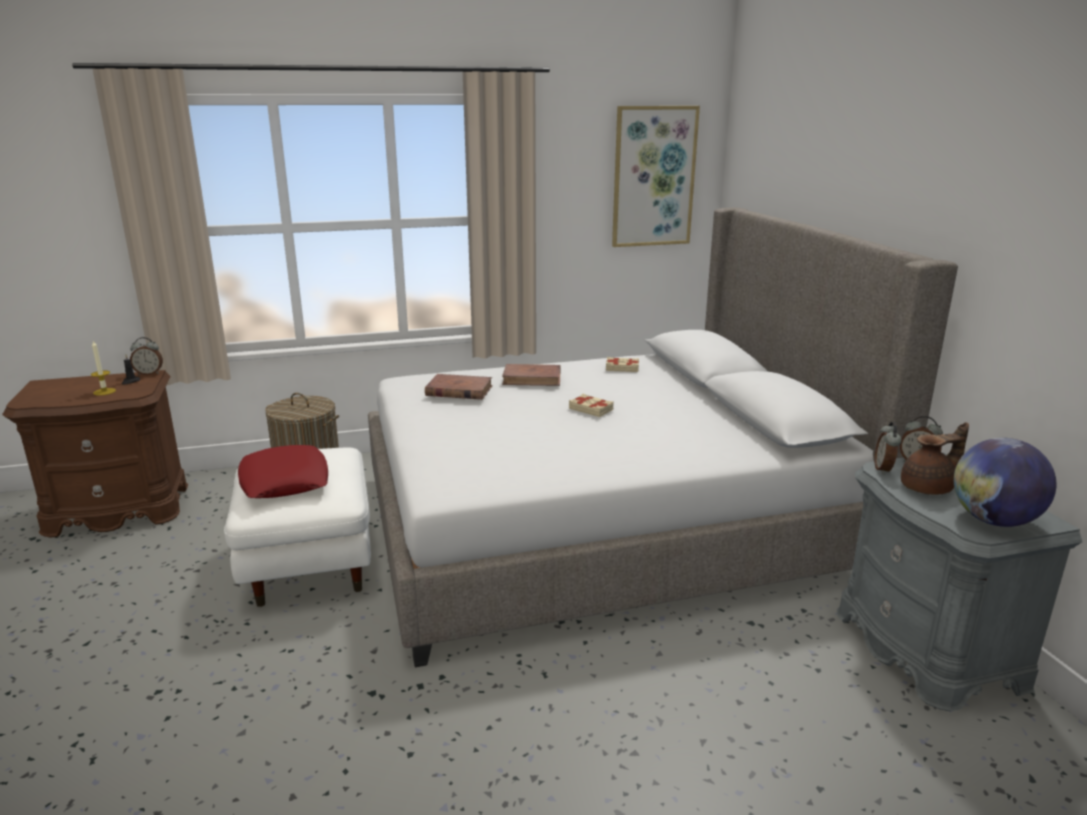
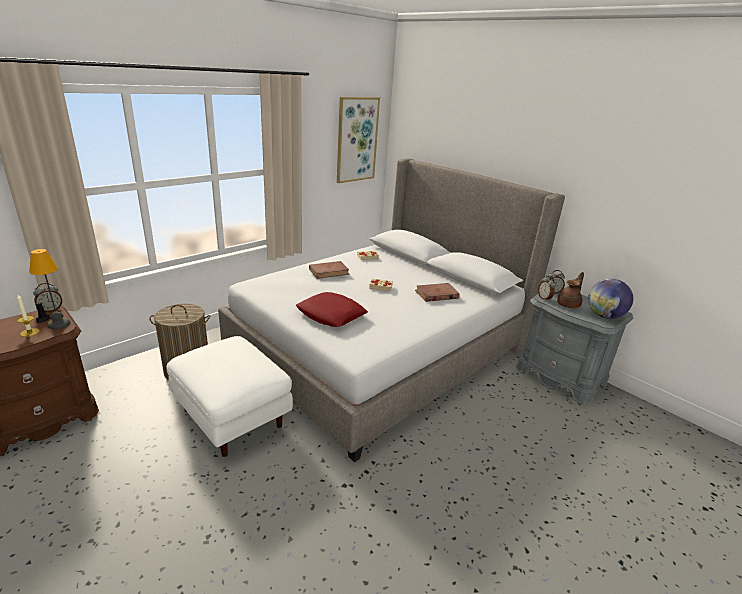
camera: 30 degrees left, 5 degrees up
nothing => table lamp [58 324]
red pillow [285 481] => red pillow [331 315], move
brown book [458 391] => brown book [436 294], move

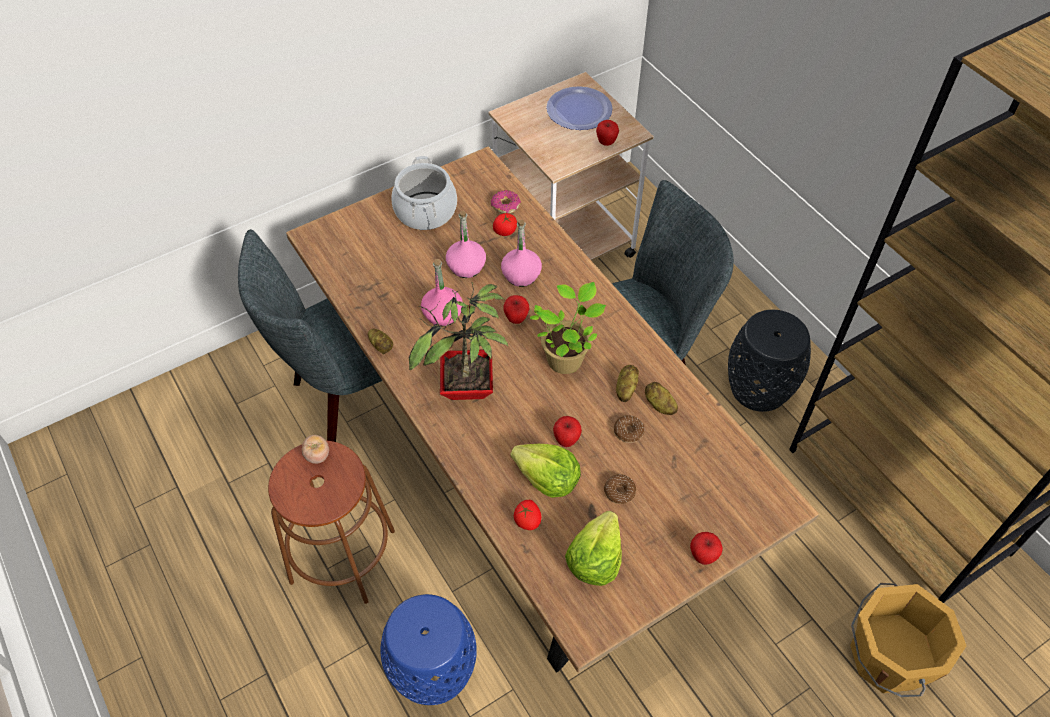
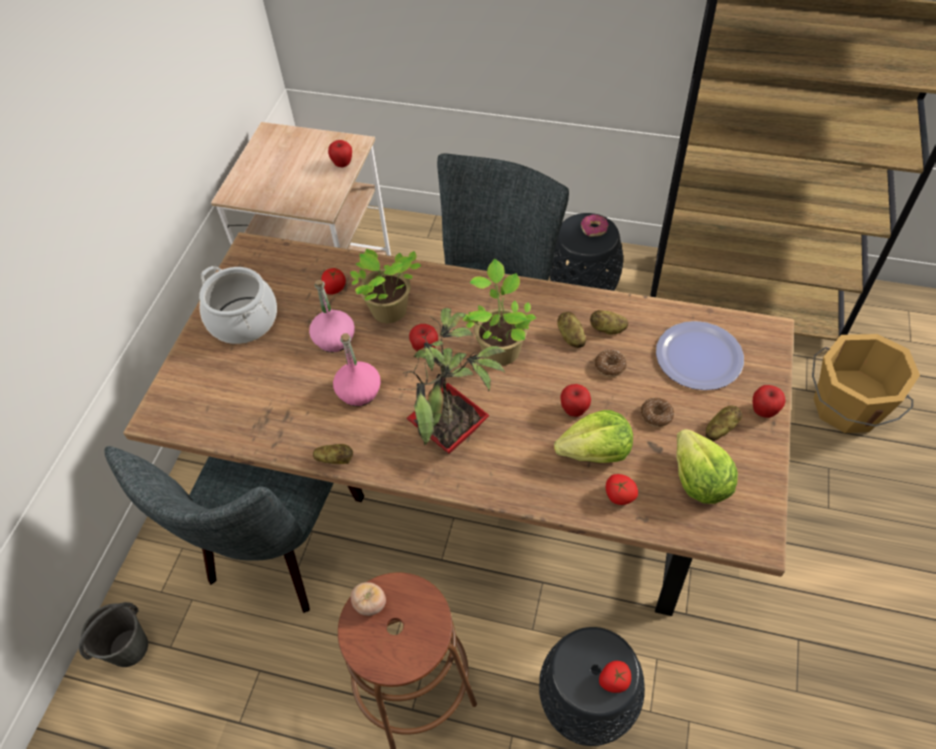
camera: 40 degrees left, 0 degrees up
nothing => grey bucket [129 647]
pink bottle [521 275] => potted plant [389 312]
blue stool [433 671] => black stool [586 705]
donut [505 206] => donut [594 229], move
nothing => tomato [613 681]
plate [579 110] => plate [699 357], move
nothing => potato [720 429]

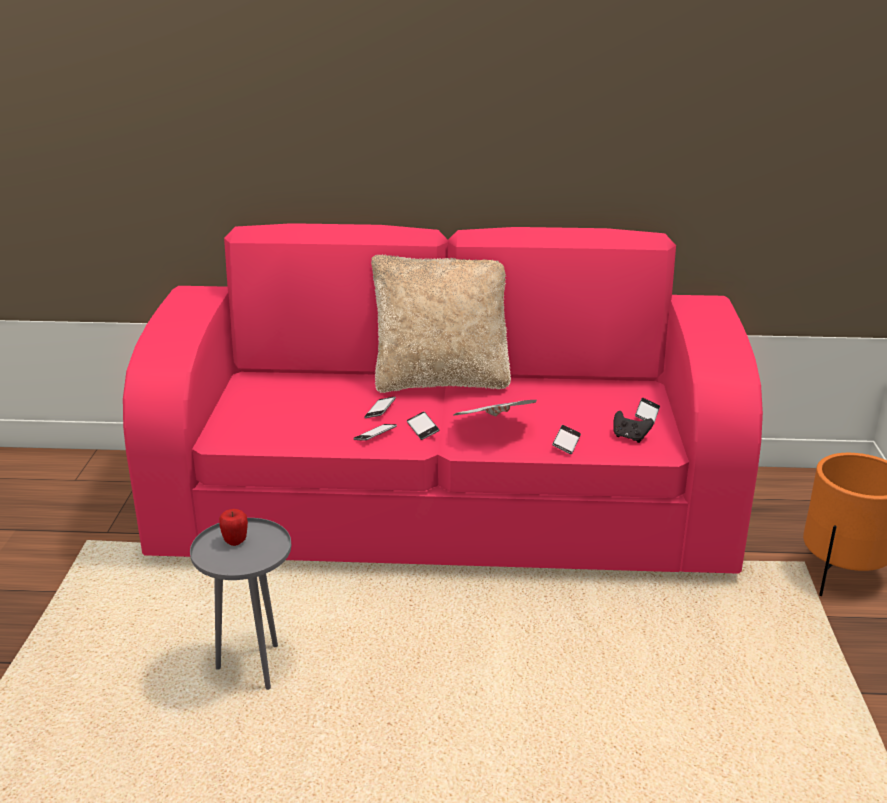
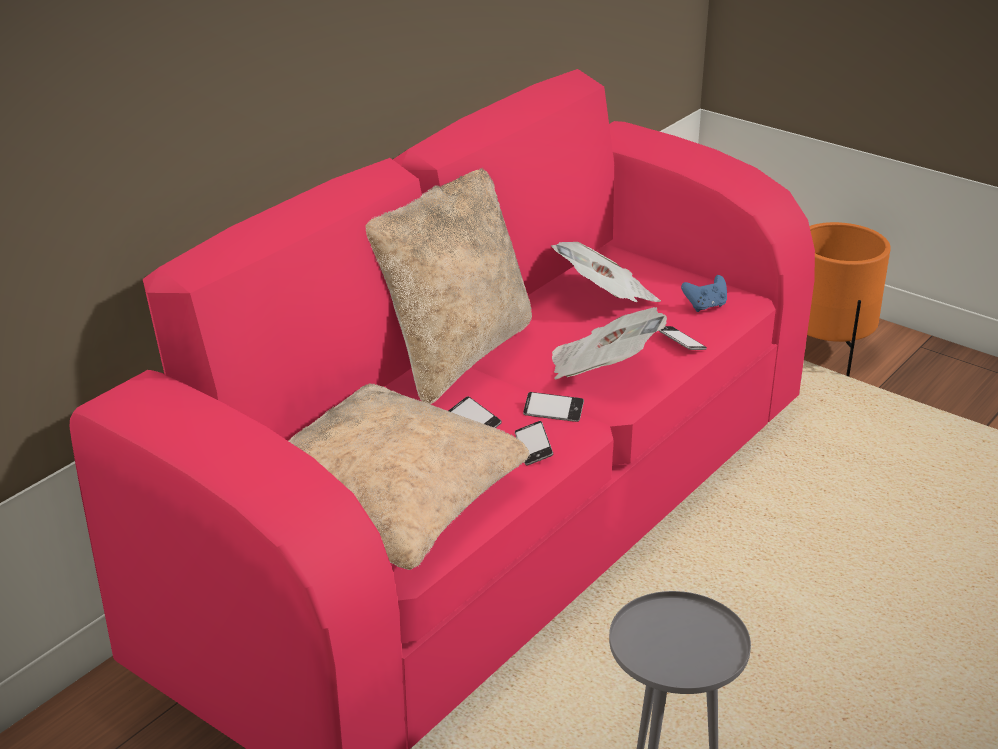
camera: 55 degrees left, 5 degrees up
nothing => beige pillow [388 497]
nothing => newspaper [605 298]
black game controller [630 437] => blue game controller [705 306]
apple [235 541] => nothing
phone [647 414] => nothing

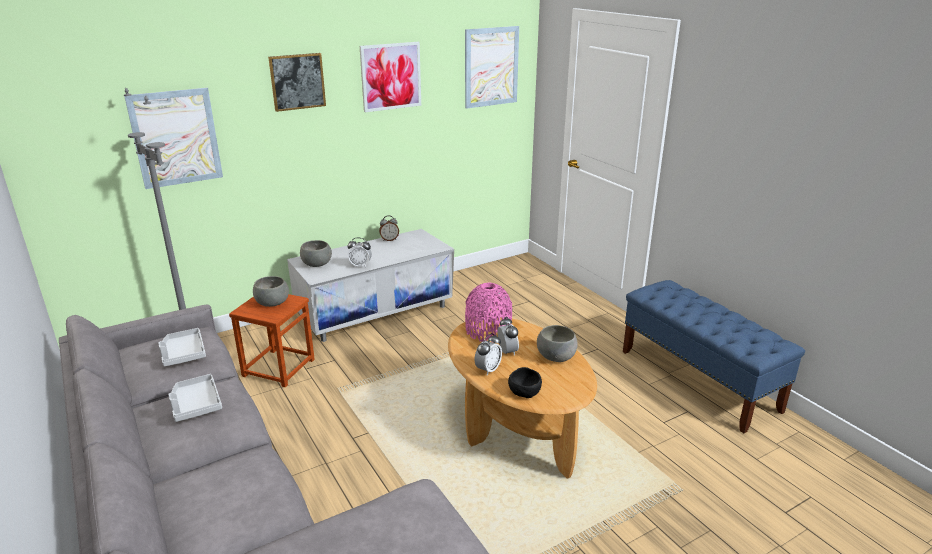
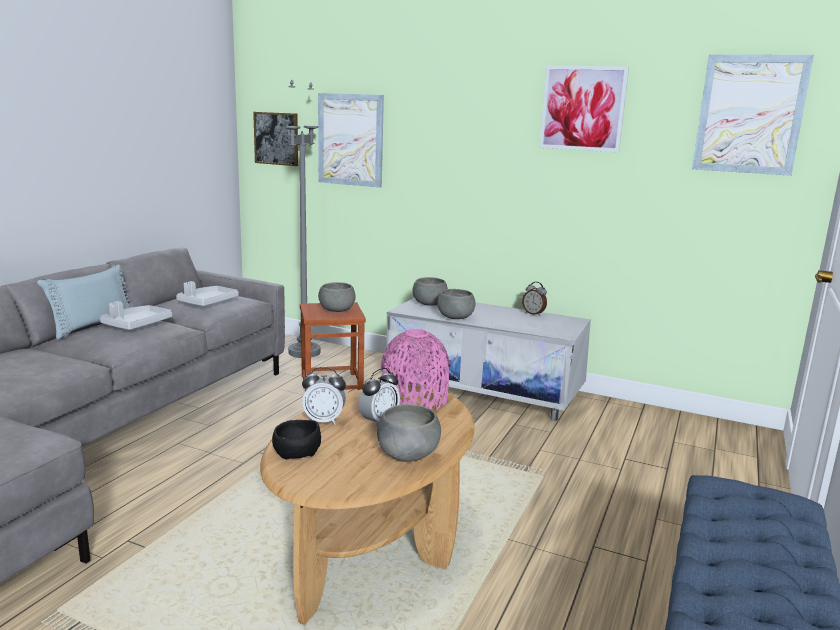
camera: 55 degrees right, 10 degrees down
nothing => blue pillow [92 326]
picture [297 81] => picture [276 138], move
alarm clock [360 266] => grey bowl [456 317]

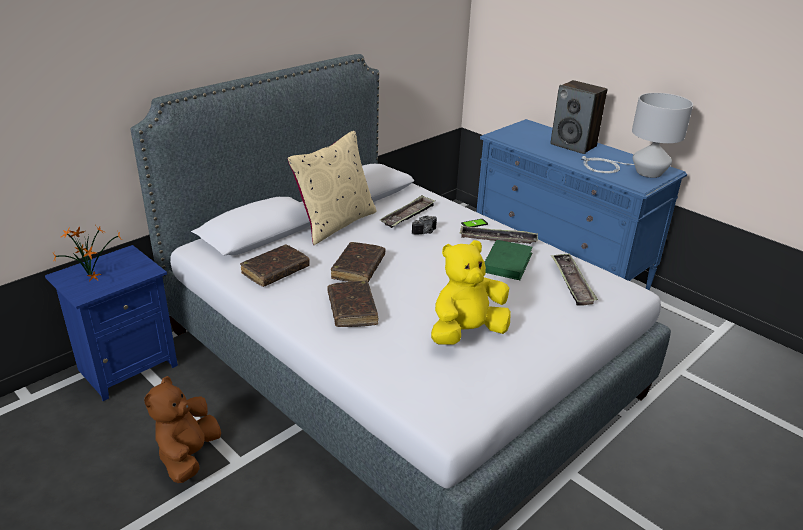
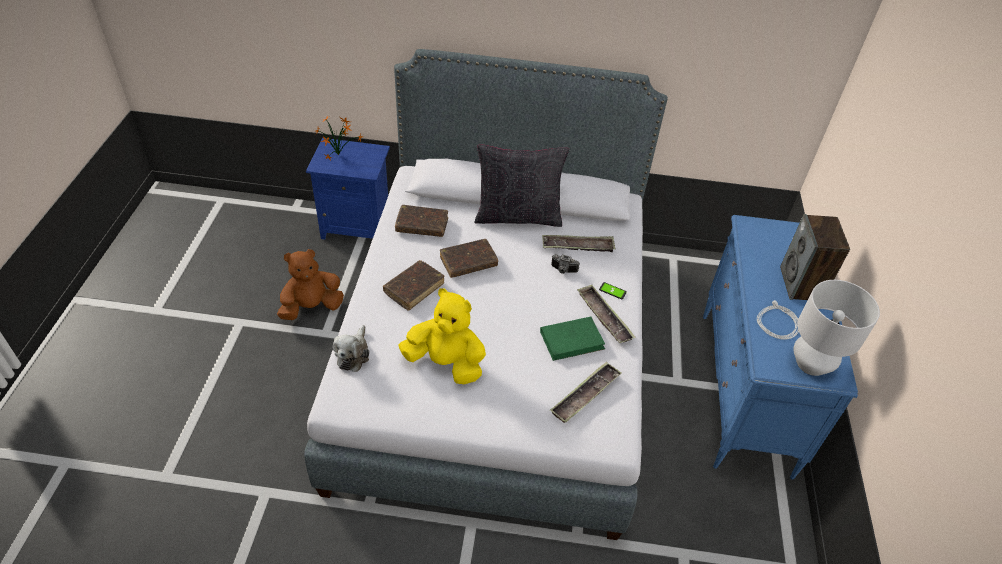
camera: 50 degrees right, 15 degrees up
nothing => plush toy [353 354]
beige pillow [335 223] => black pillow [518 216]

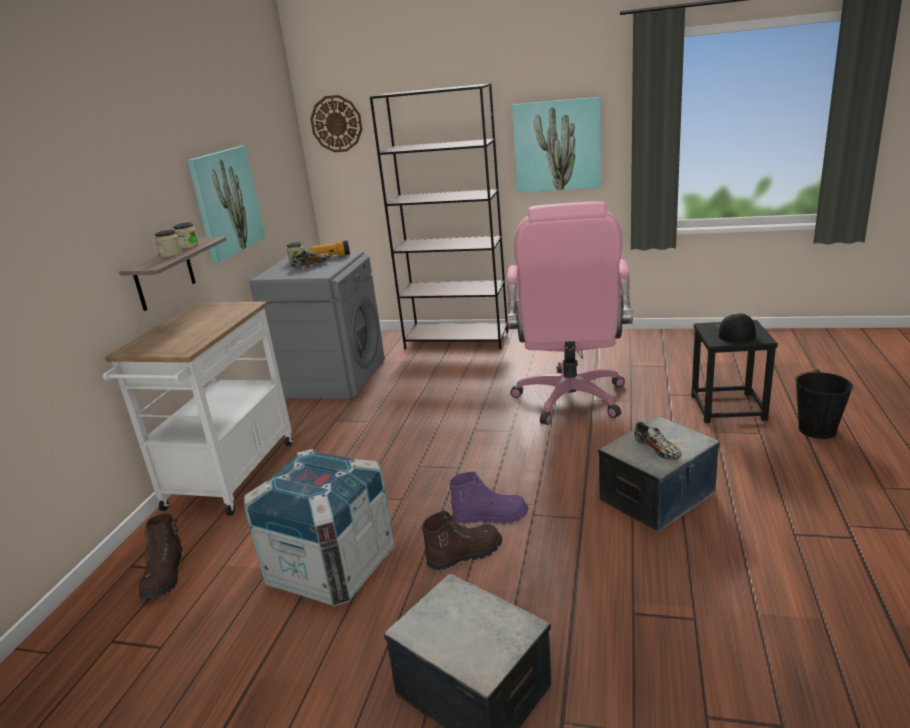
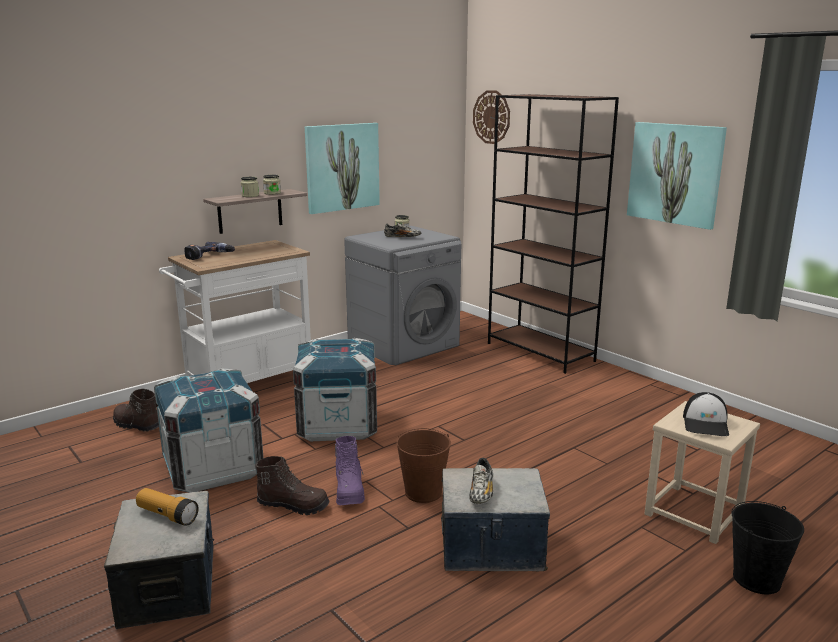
camera: 35 degrees right, 5 degrees down
brown boot [165 575] => brown boot [136 425], 90 degrees clockwise
flashlight [332 256] => flashlight [167 515], move
nothing => power drill [209 257]
nothing => crate [338 425]
purple boot [490 516] => purple boot [349 491], 45 degrees clockwise
nothing => brown bucket [423 492]
black stool [727 408] => beige stool [693 513]
cap [734 332] => cap [706 424], 150 degrees clockwise
pink office chair [570 400] => nothing

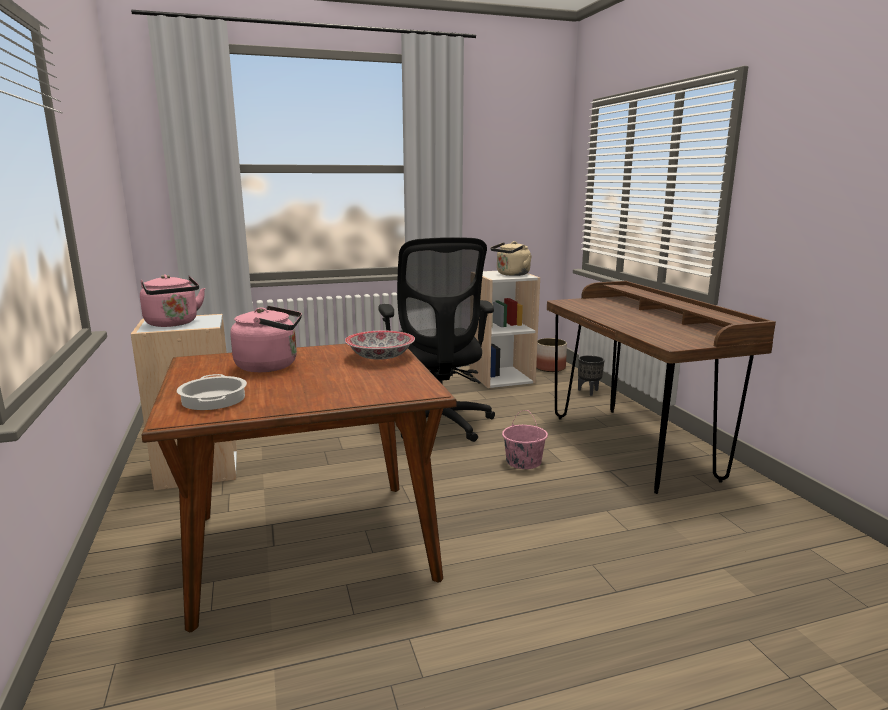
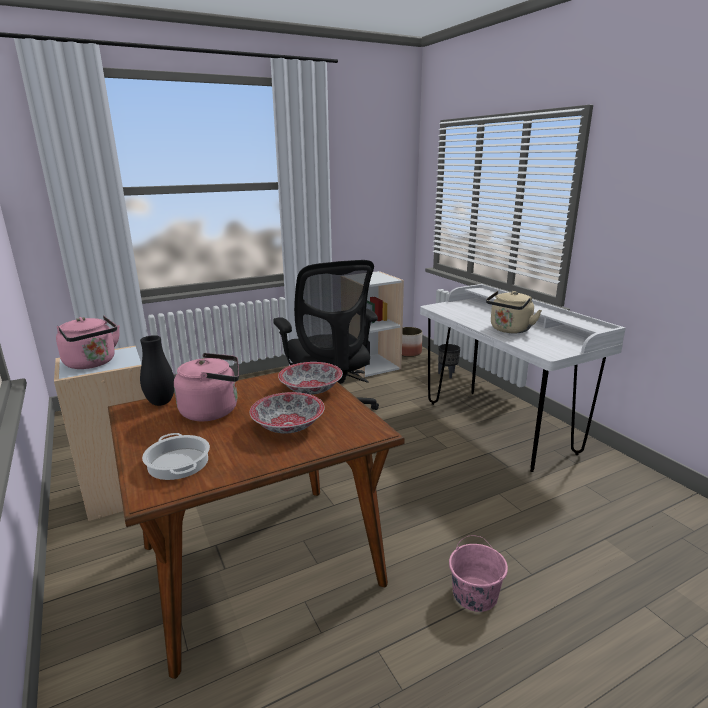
camera: 10 degrees left, 5 degrees up
nothing => black vase [161 403]
nothing => bowl [289 425]
brown desk [632 446] => white desk [498 426]
pink bucket [523 461] => pink bucket [474 594], move
beige kettle [511 274] => beige kettle [509 330], move

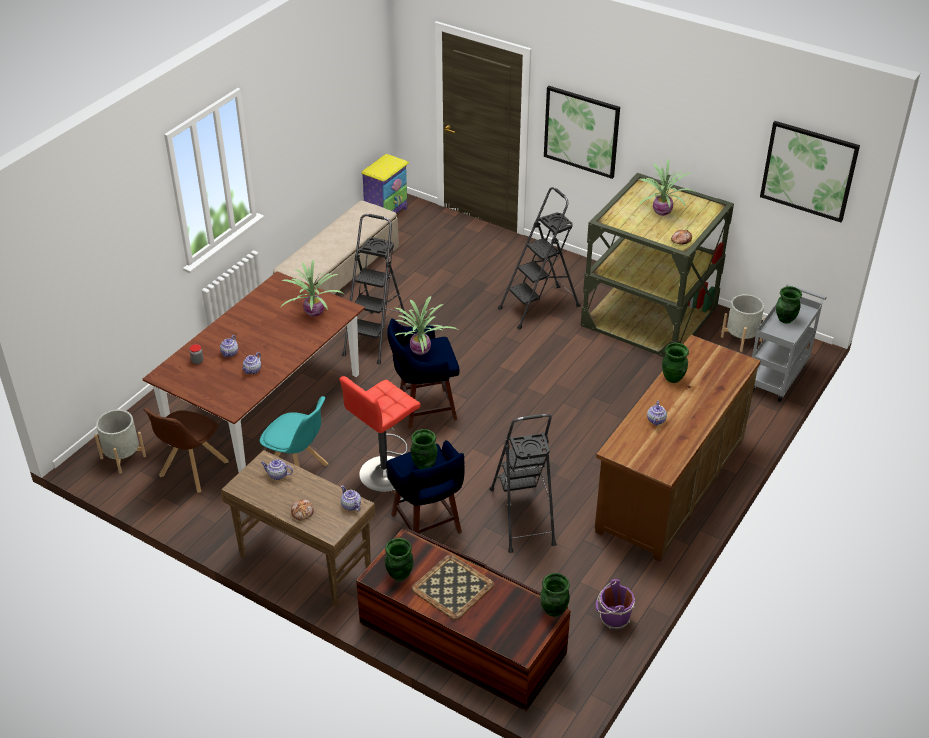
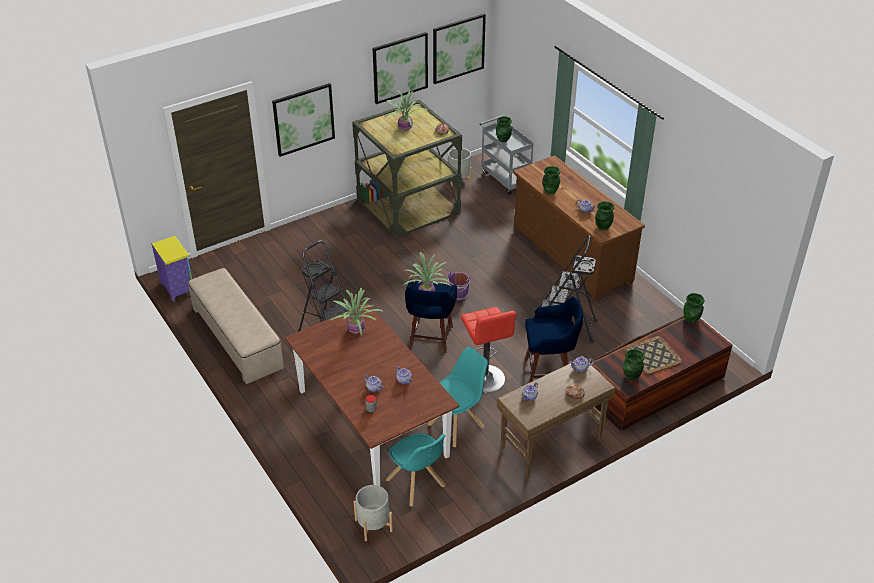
camera: 65 degrees left, 0 degrees up
nothing => picture [400 67]
brown chair [192 471] => turquoise chair [417 484]
purple bucket [613 618] => purple bucket [458 295], move
green vase [424 464] => green vase [603 227], move
step ladder [540 306] => nothing

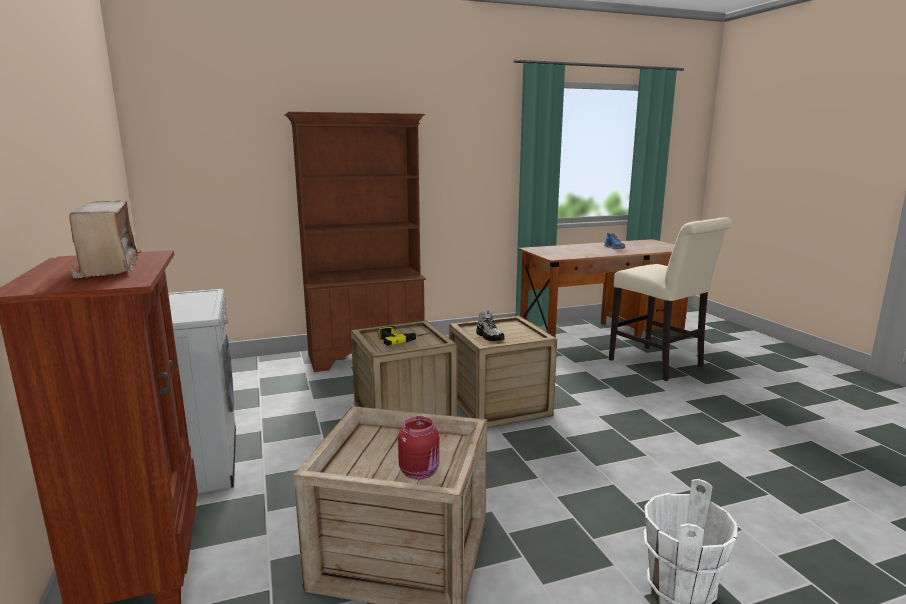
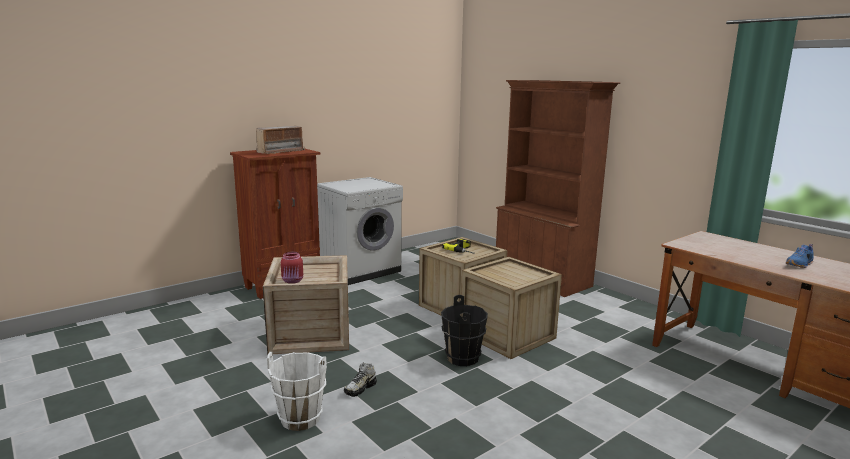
camera: 70 degrees right, 0 degrees up
shoe [490 337] => shoe [360 388], move
nothing => black bucket [463 358]
beige stool [659 365] => nothing

